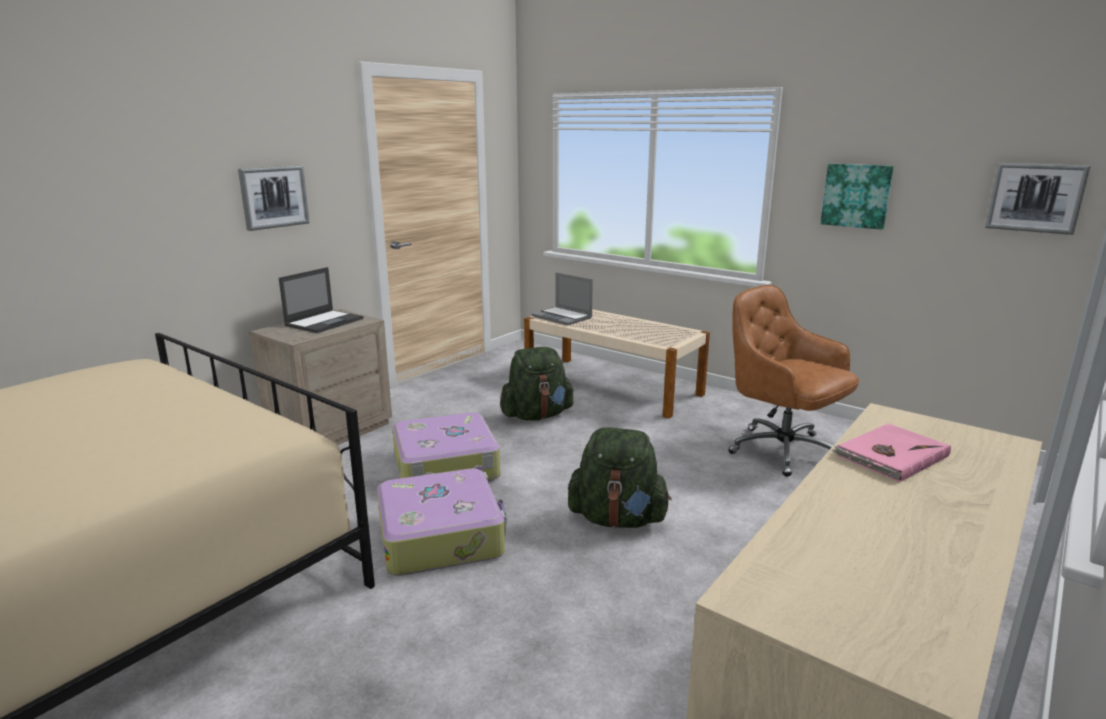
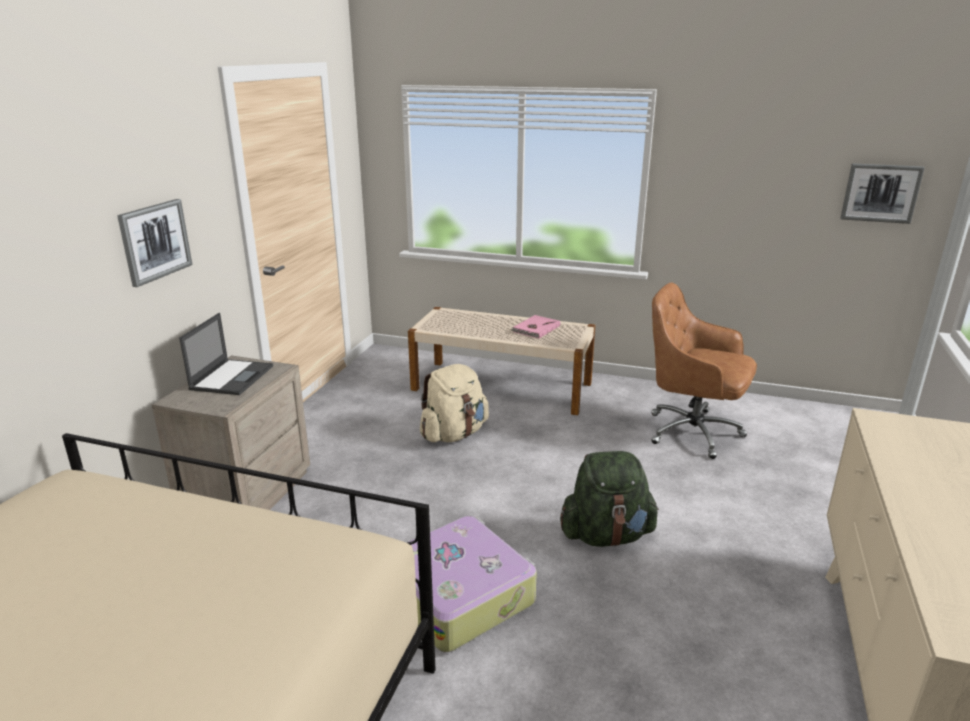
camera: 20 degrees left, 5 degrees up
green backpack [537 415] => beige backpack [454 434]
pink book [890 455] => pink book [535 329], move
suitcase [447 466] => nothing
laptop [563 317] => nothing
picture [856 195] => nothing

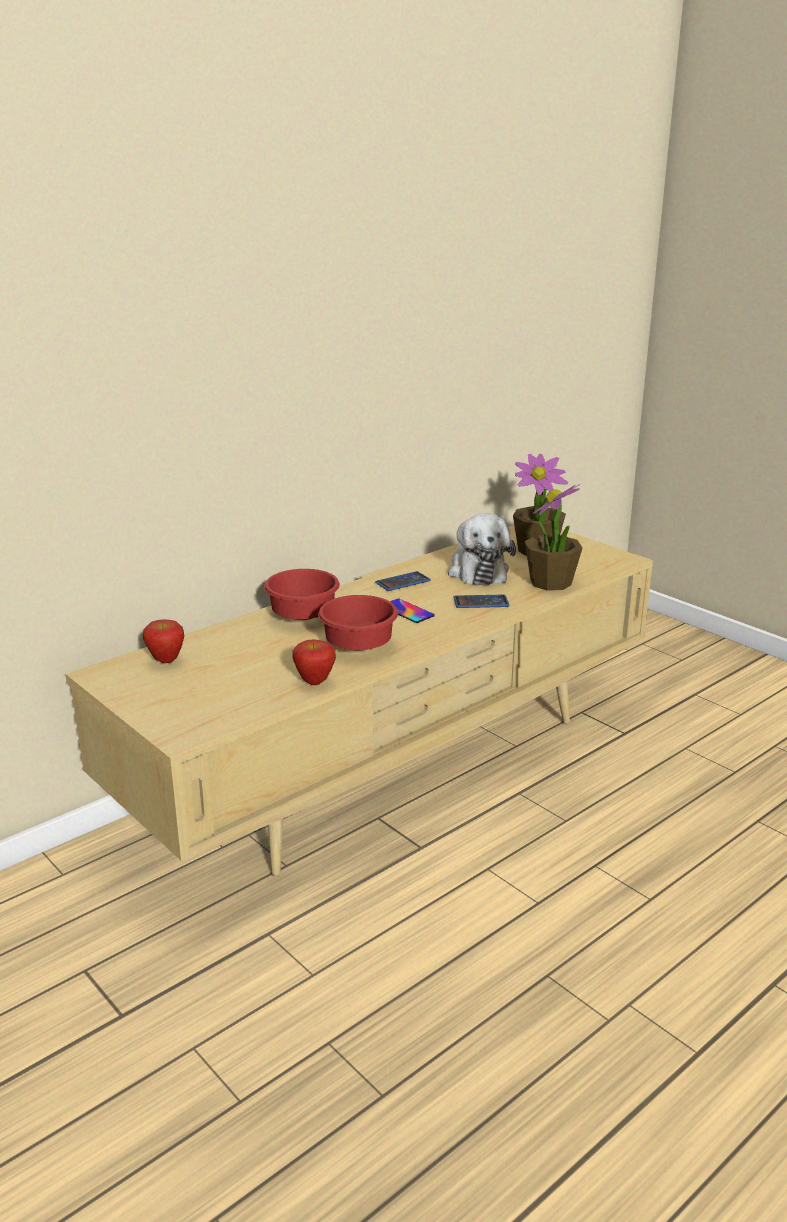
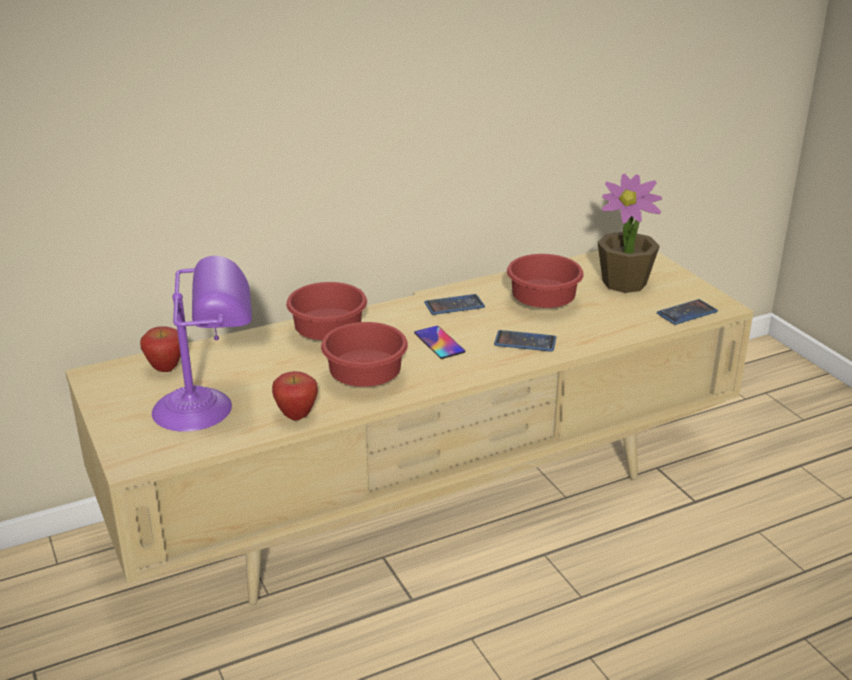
camera: 15 degrees right, 5 degrees up
nothing => purple table lamp [209 406]
plush toy [477 571] => red bowl [542 301]
nothing => phone [686 313]
potted plant [550 582] => nothing

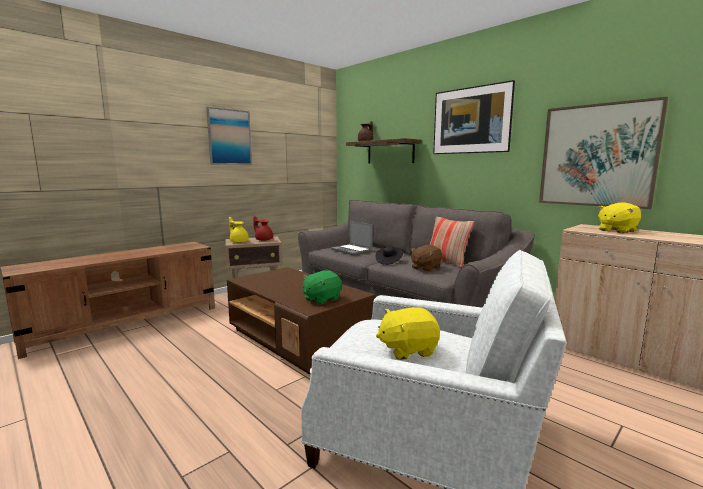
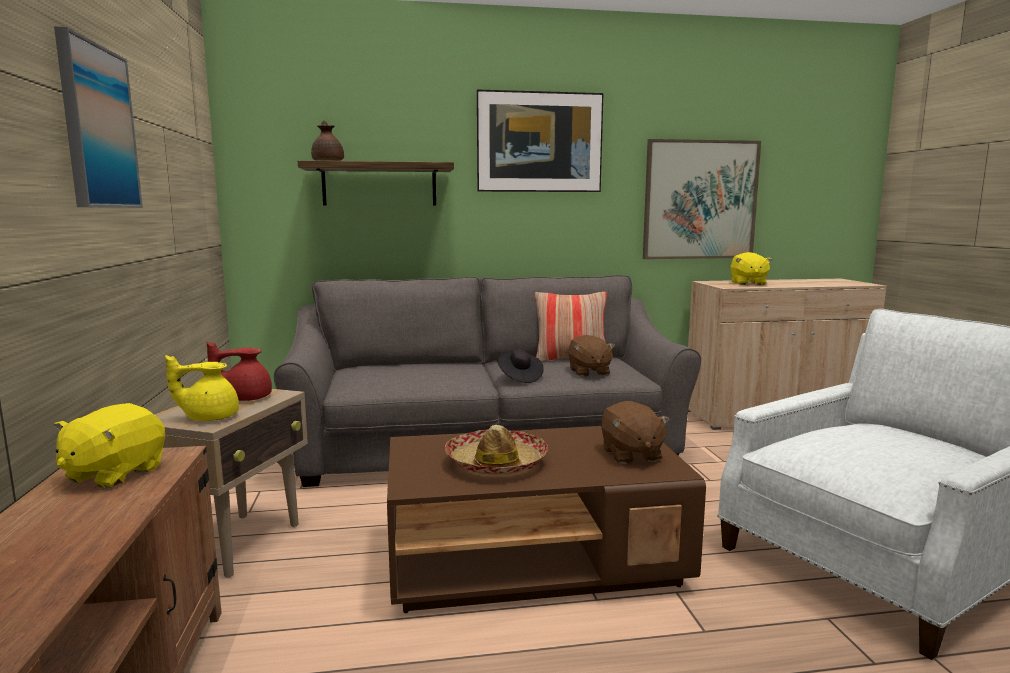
camera: 55 degrees left, 0 degrees up
yellow plush toy [407 350] => yellow plush toy [114 474], move
nothing => hat [495 463]
green plush toy [321 299] => brown plush toy [631 455]
laptop [352 250] => nothing

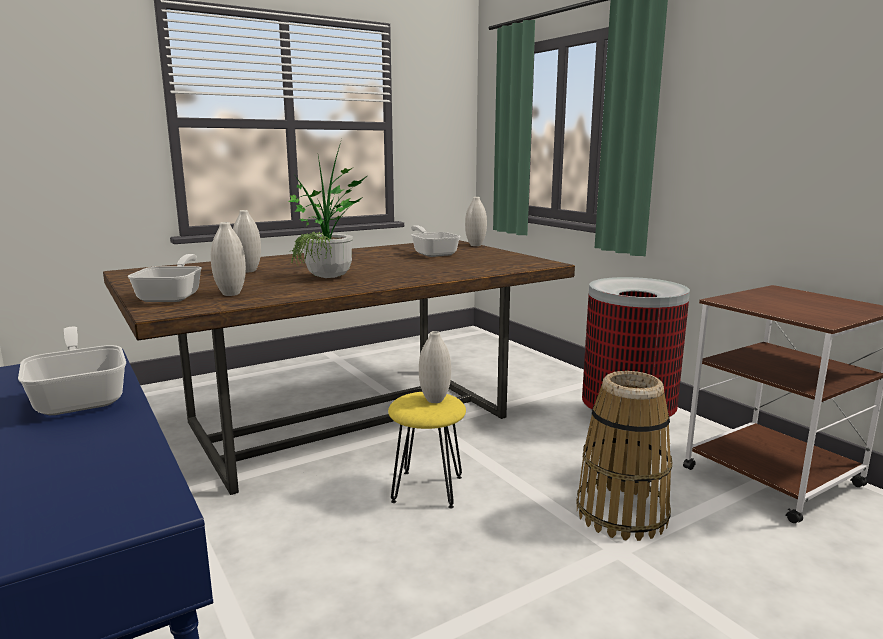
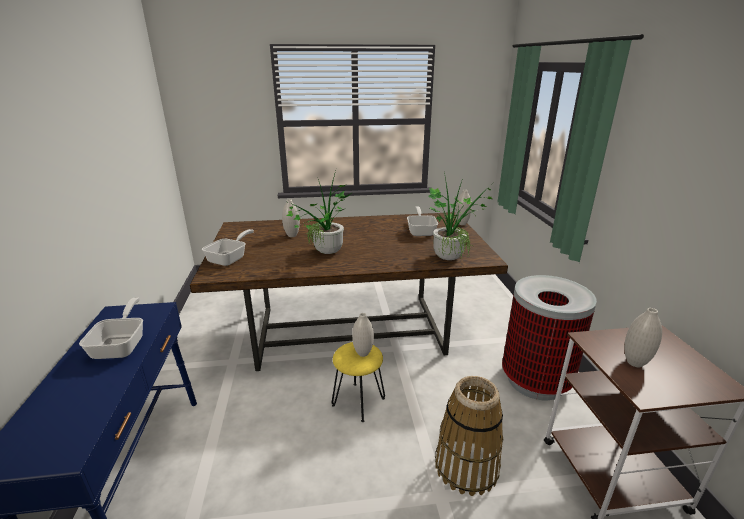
camera: 25 degrees right, 10 degrees up
nothing => potted plant [451 255]
white vase [231 294] => white vase [634 363], move

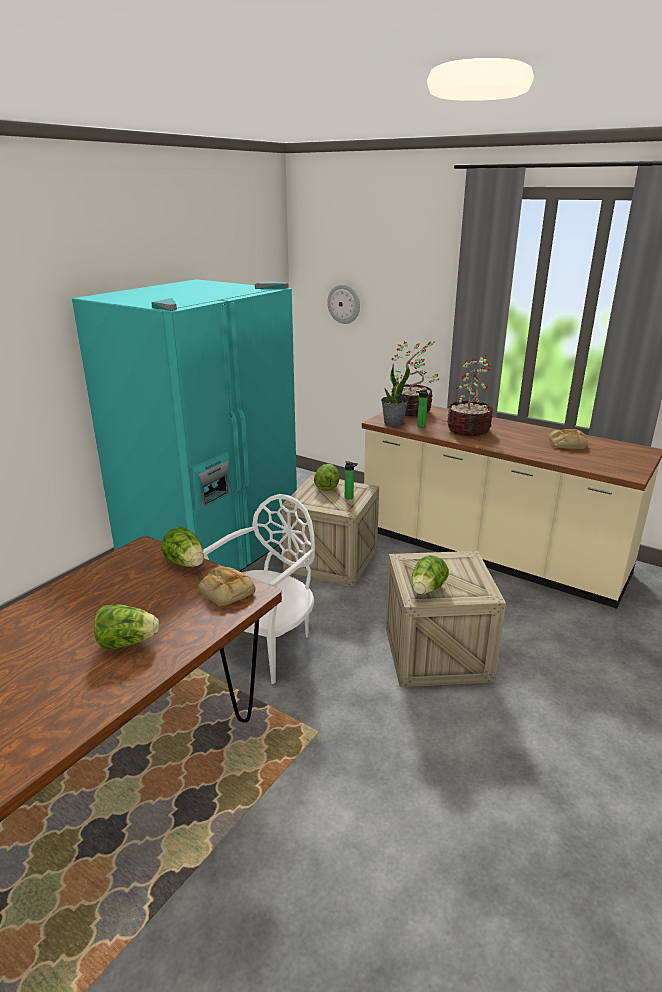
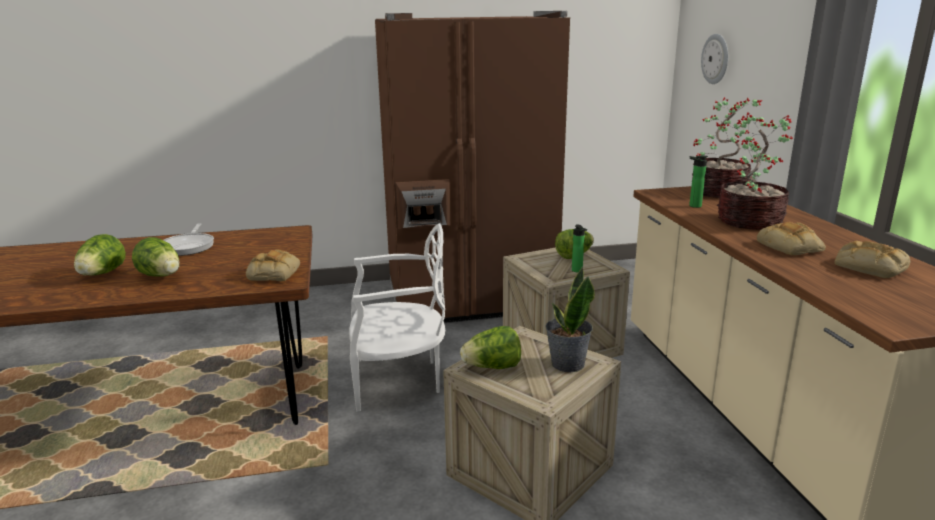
camera: 45 degrees right, 5 degrees down
lettuce [186 564] => lettuce [102 274], move
nothing => frying pan [188 246]
turquoise fridge [212 552] => brown fridge [469 298]
potted plant [393 423] => potted plant [567 364], move
nothing => bread [791 247]

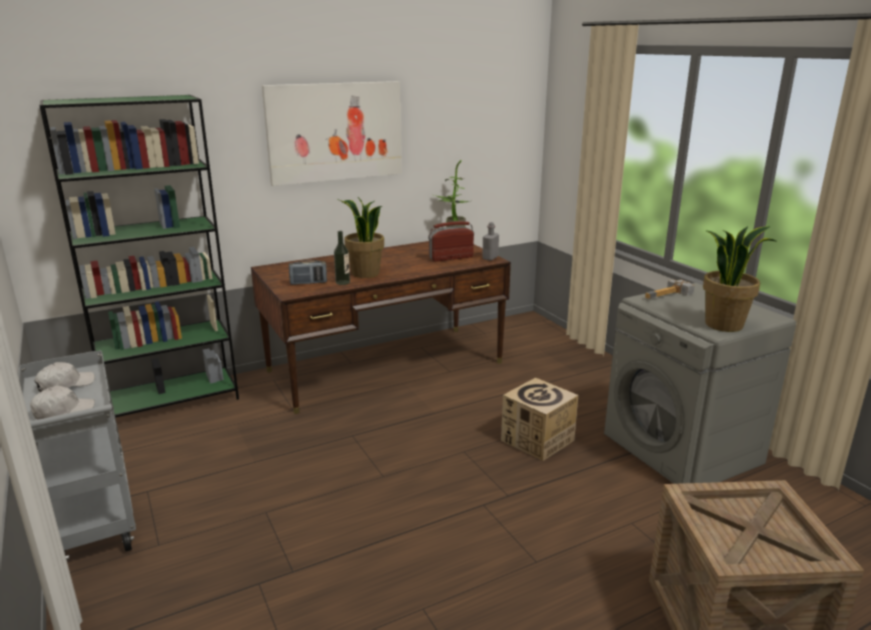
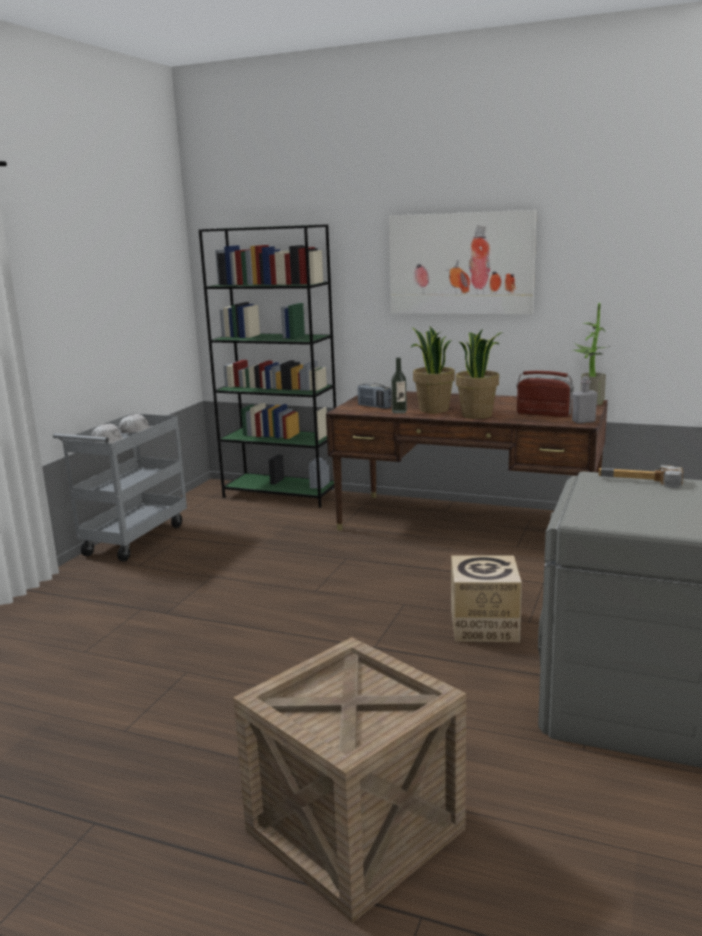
camera: 50 degrees right, 5 degrees down
potted plant [724 324] => potted plant [477 415], move

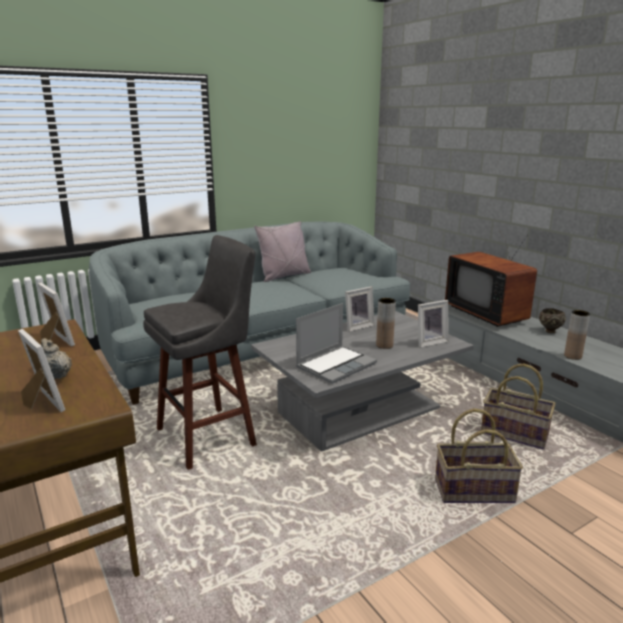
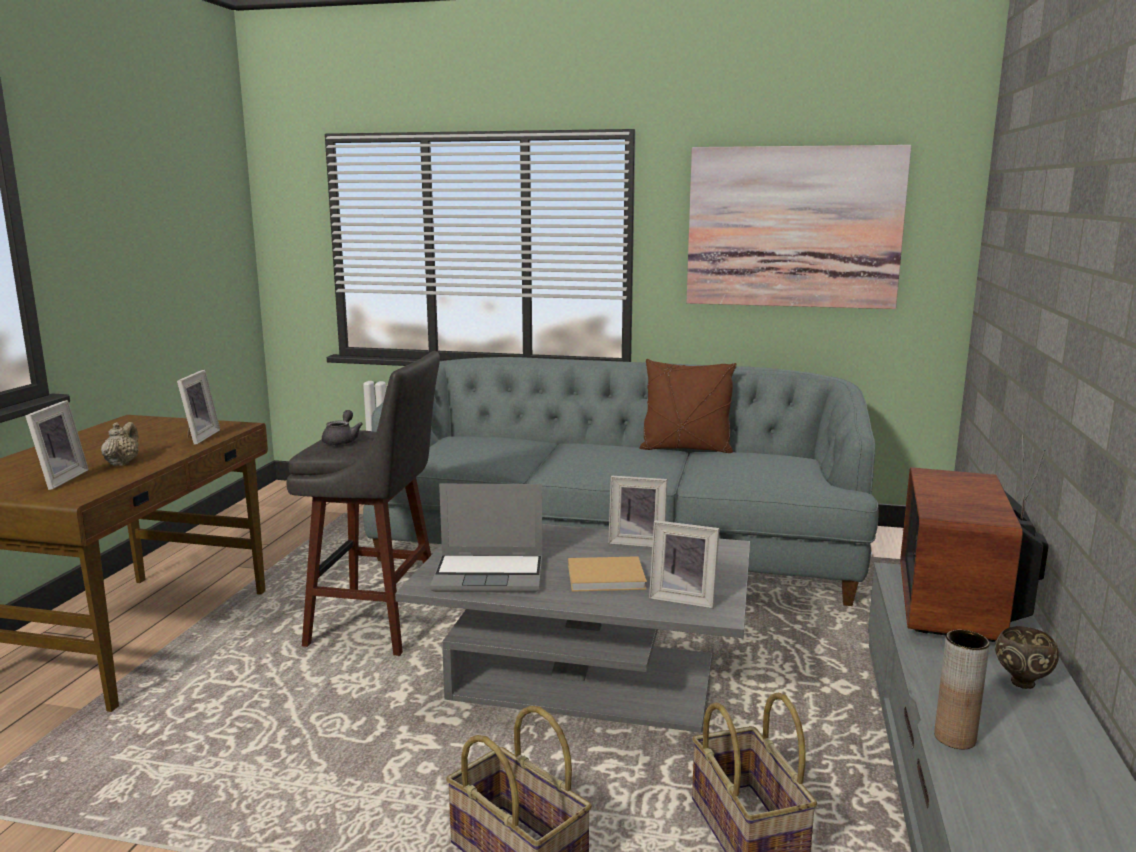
camera: 45 degrees right, 5 degrees down
nothing => grey teapot [342 441]
brown vase [384 345] => beige book [608 577]
purple pillow [284 276] => brown pillow [686 449]
nothing => picture [793 227]

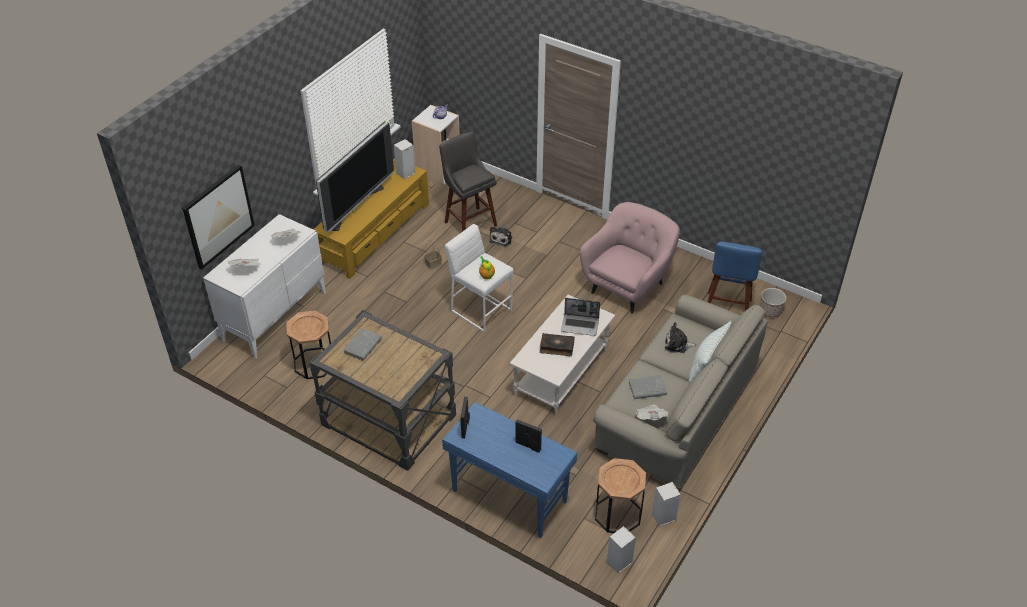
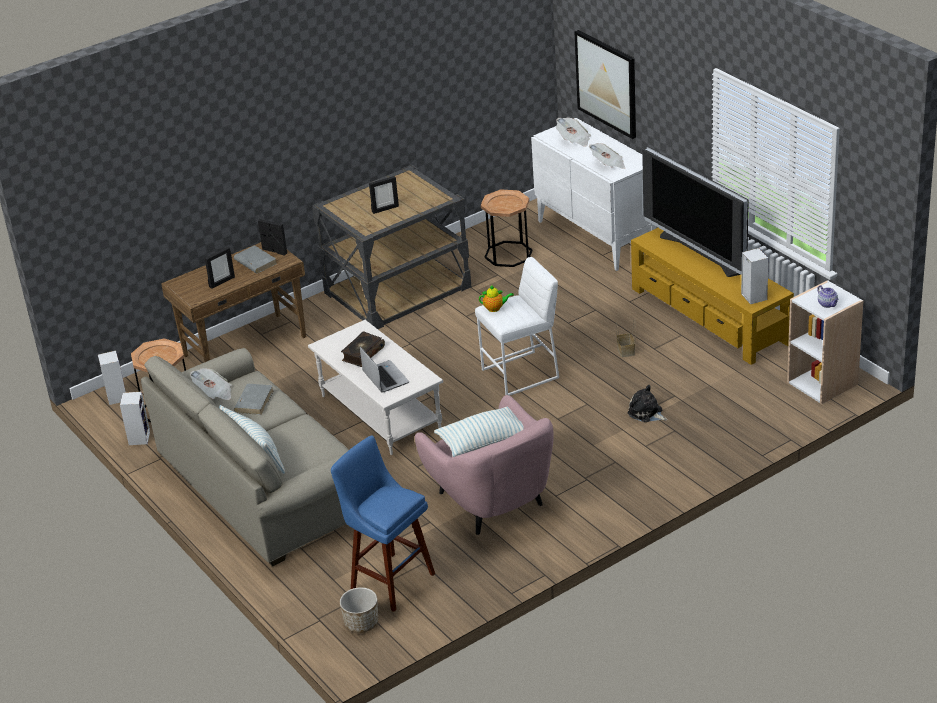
camera: 115 degrees right, 10 degrees down
blue console table [508 496] => brown console table [245 346]
grey book [362 346] => grey book [255 262], move
laptop [580 325] => laptop [384 377], 120 degrees clockwise
nothing => picture frame [385 209]
nothing => pillow [483 441]
grey stool [469 223] => nothing
plush toy [677 344] => nothing

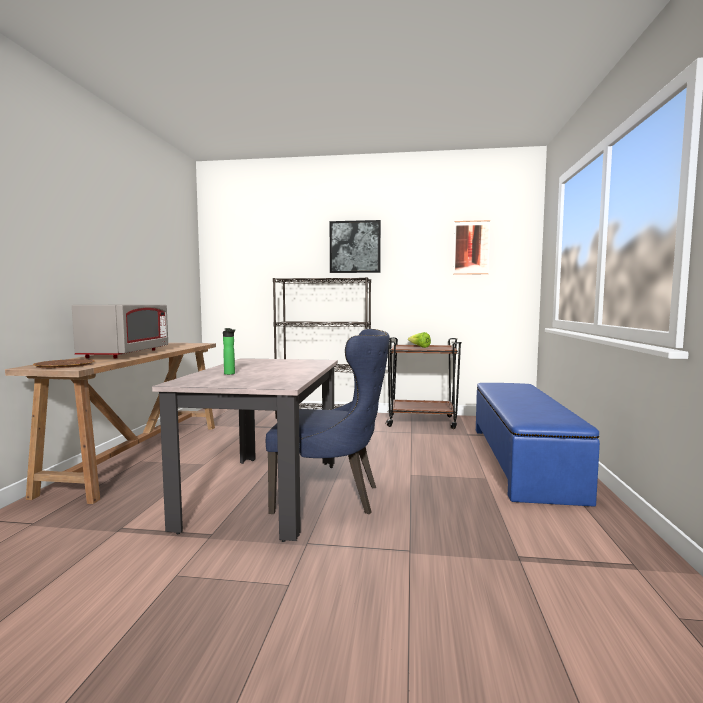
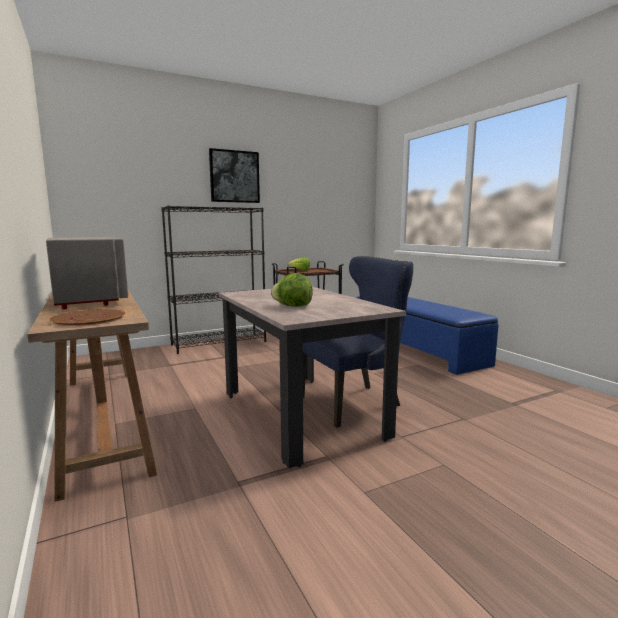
camera: 35 degrees left, 5 degrees up
bottle [230 374] => lettuce [292 306]
picture [471 247] => nothing

